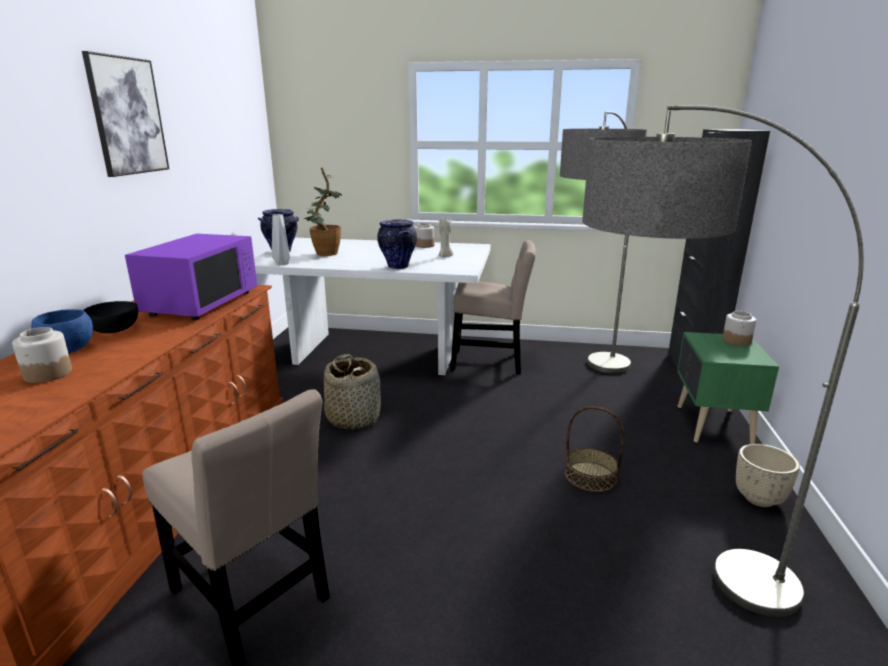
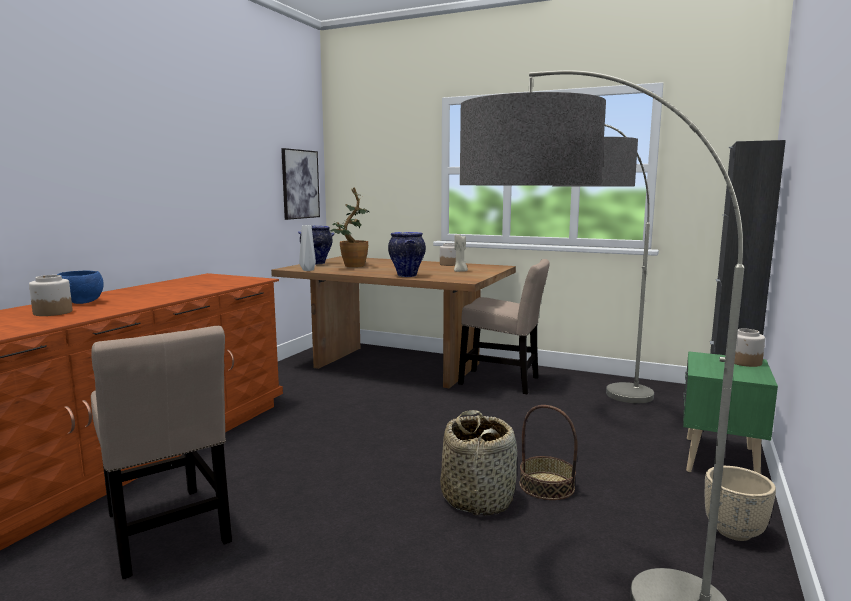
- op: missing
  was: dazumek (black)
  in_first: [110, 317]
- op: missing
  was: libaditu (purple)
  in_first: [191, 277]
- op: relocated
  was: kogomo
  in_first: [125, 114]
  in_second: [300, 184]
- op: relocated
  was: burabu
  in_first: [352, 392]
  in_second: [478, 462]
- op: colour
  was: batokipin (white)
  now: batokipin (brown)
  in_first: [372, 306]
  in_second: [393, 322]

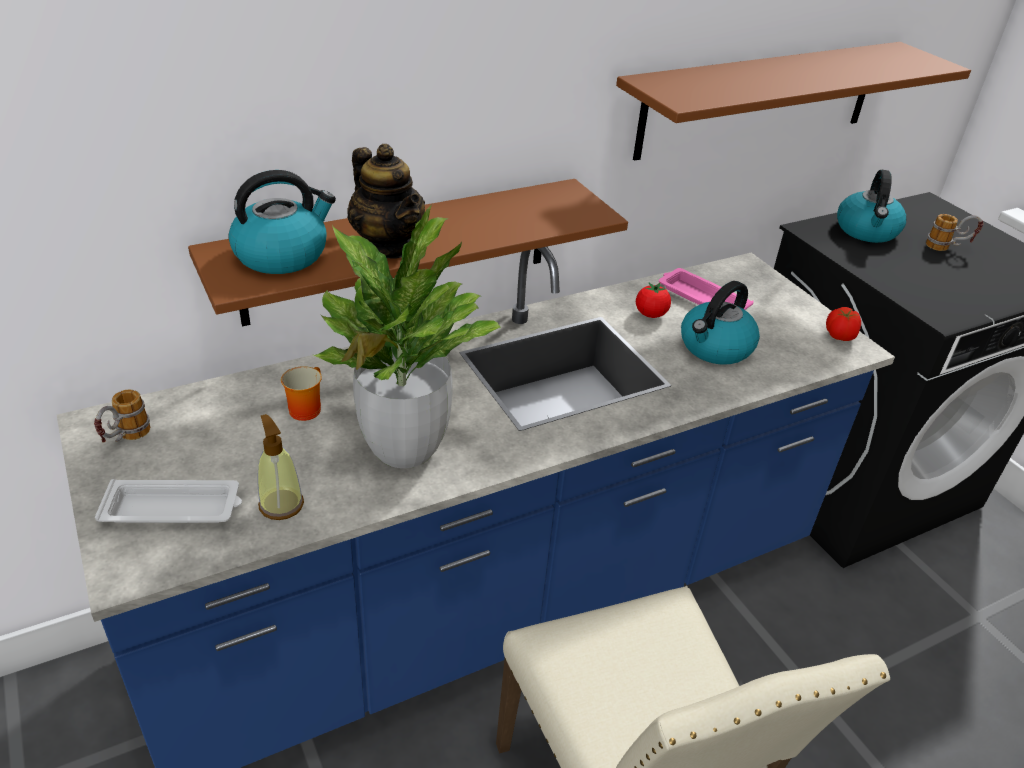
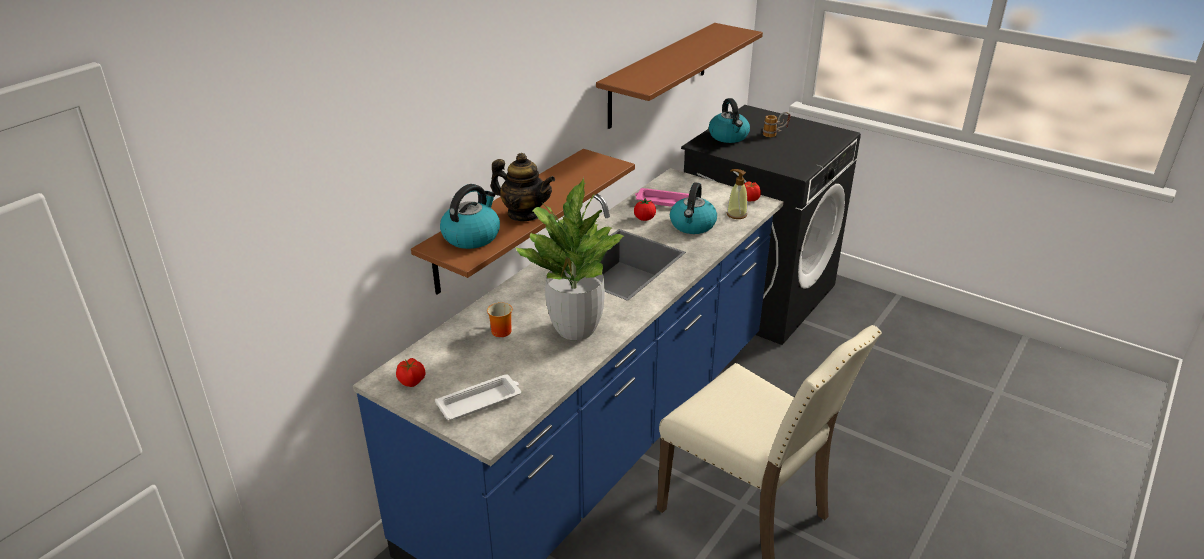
- op: relocated
  was: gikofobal
  in_first: [281, 467]
  in_second: [737, 194]
- op: exchanged
  was: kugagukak
  now: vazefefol
  in_first: [122, 416]
  in_second: [411, 372]

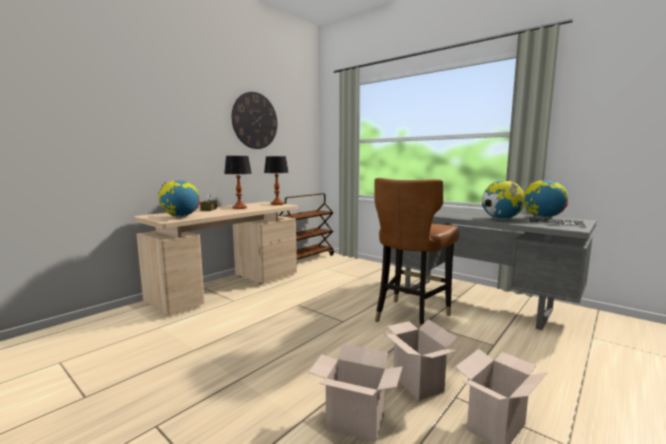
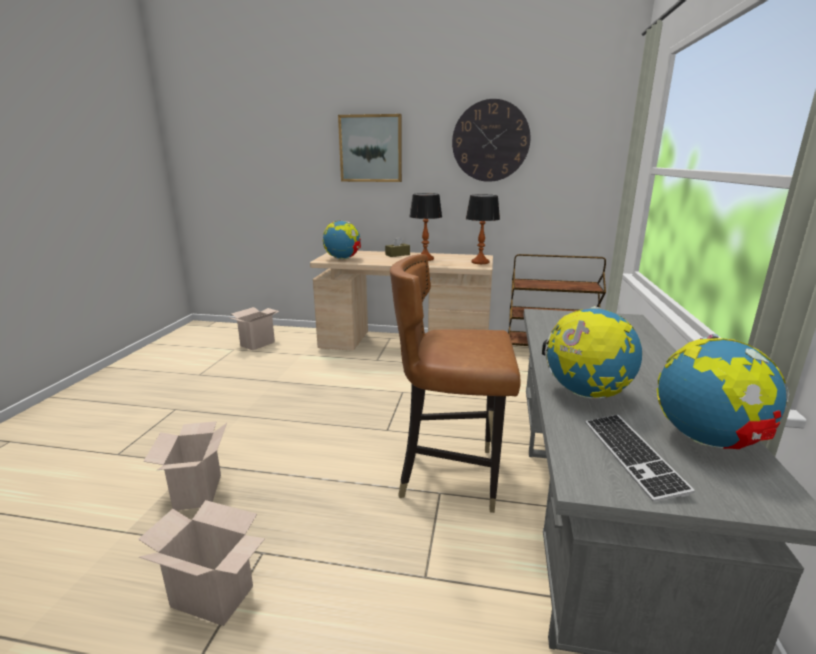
- op: appeared
  now: kogomo
  in_second: [370, 148]
- op: relocated
  was: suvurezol
  in_first: [420, 359]
  in_second: [254, 329]

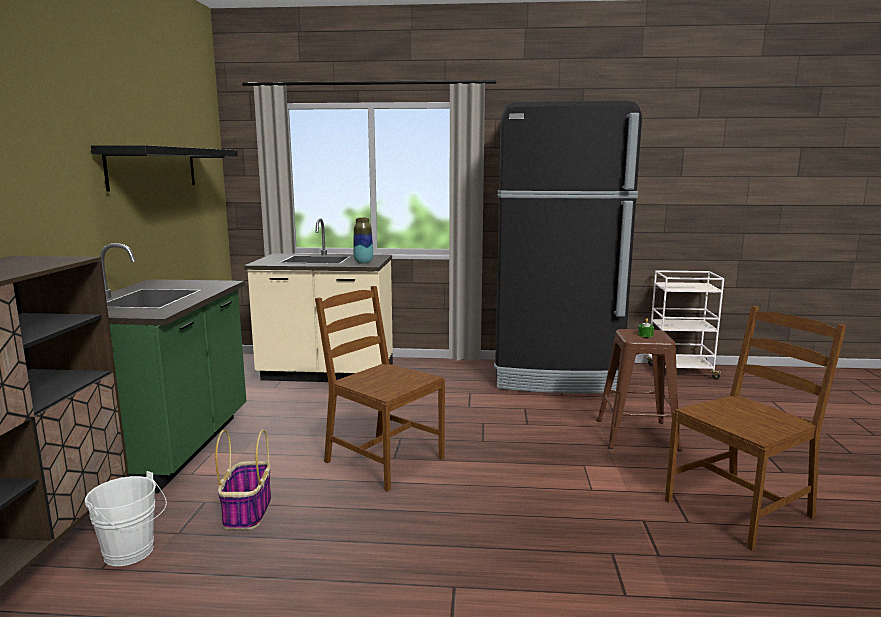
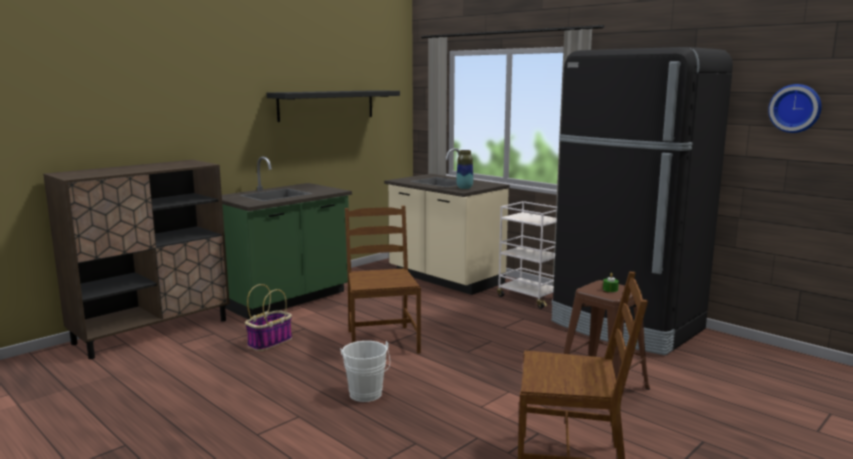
- op: appeared
  now: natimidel
  in_second: [795, 108]
- op: relocated
  was: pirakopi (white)
  in_first: [126, 518]
  in_second: [365, 371]
- op: relocated
  was: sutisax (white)
  in_first: [685, 324]
  in_second: [527, 255]

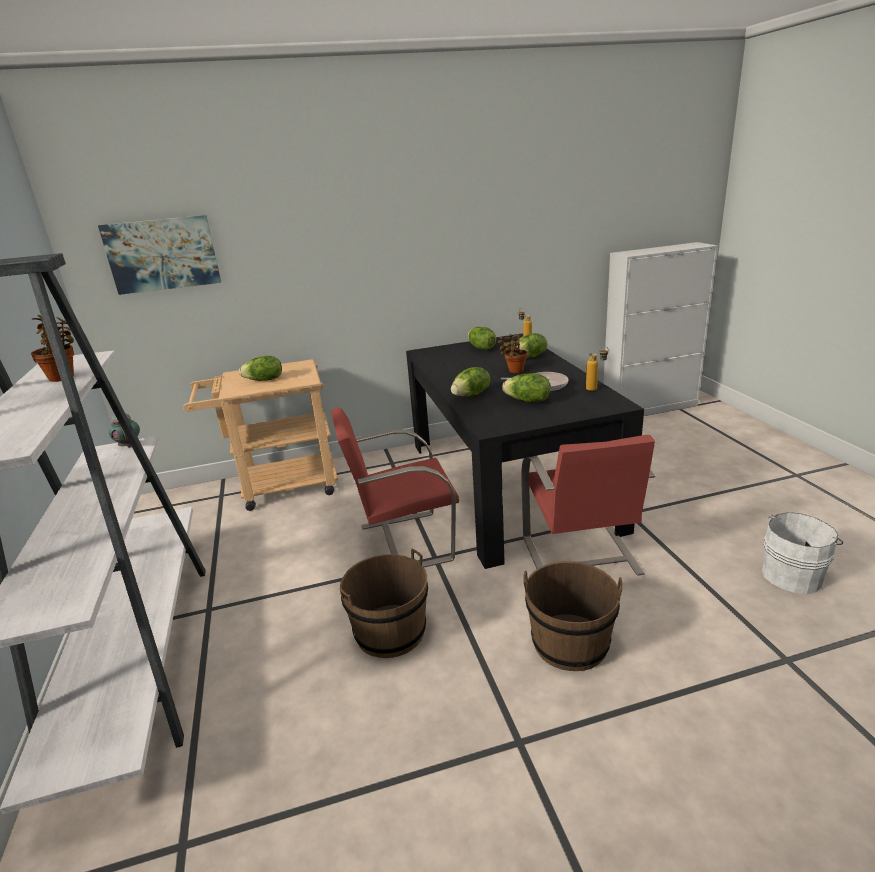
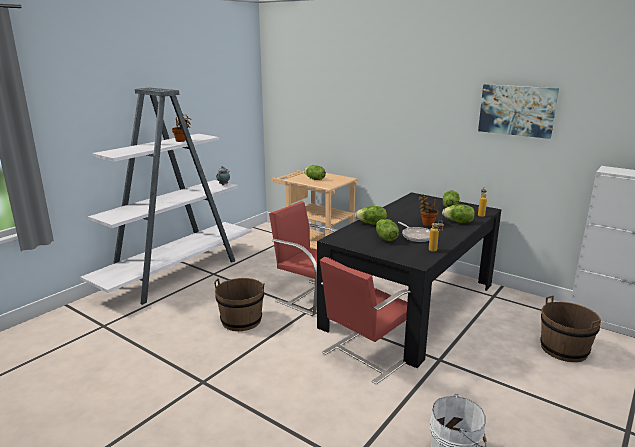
- op: relocated
  was: kogomo
  in_first: [159, 255]
  in_second: [518, 111]
- op: relocated
  was: pirakopi (brown)
  in_first: [573, 616]
  in_second: [570, 328]

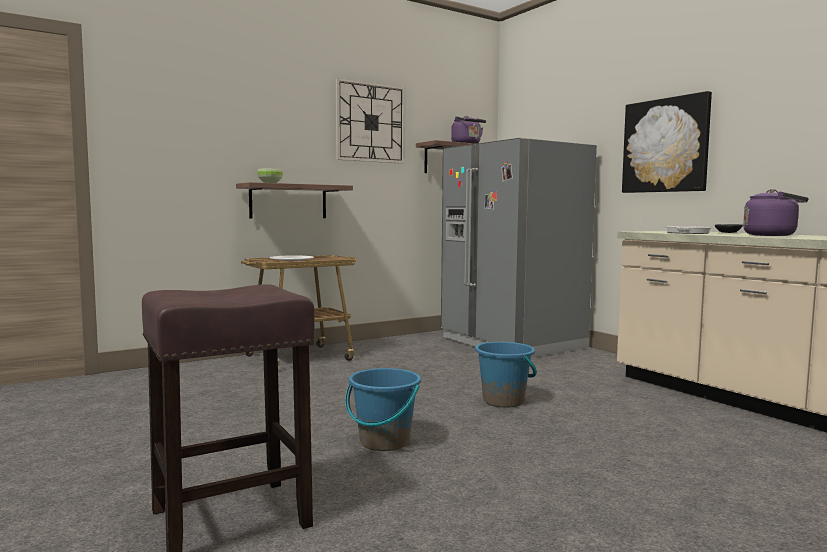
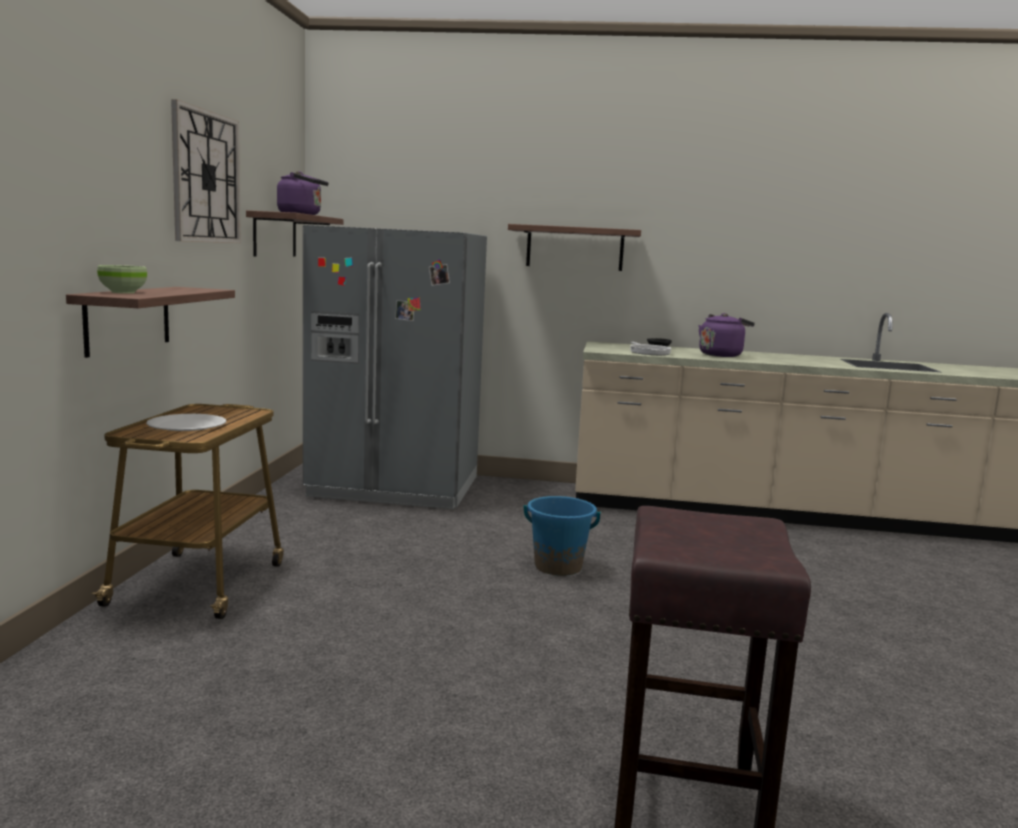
- op: missing
  was: pirakopi (blue)
  in_first: [383, 409]
- op: exchanged
  was: kogomo
  now: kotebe
  in_first: [667, 142]
  in_second: [574, 247]

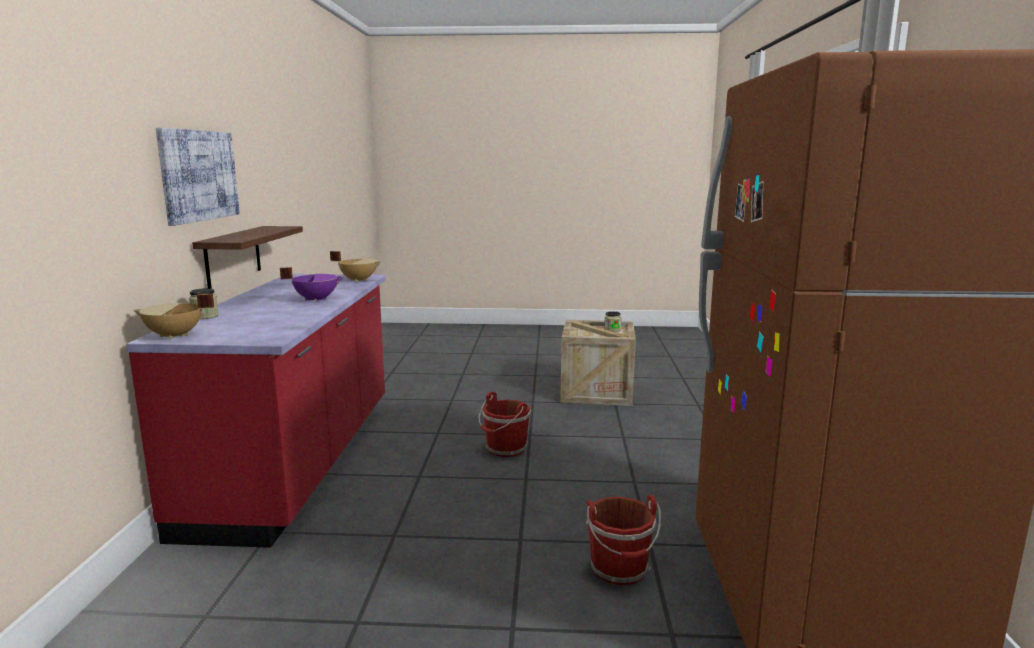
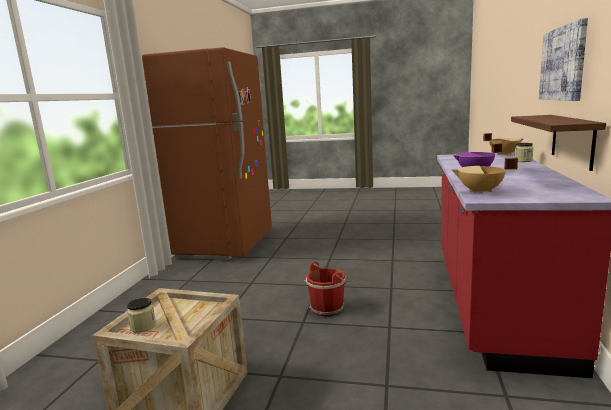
- op: missing
  was: pirakopi (red)
  in_first: [623, 540]

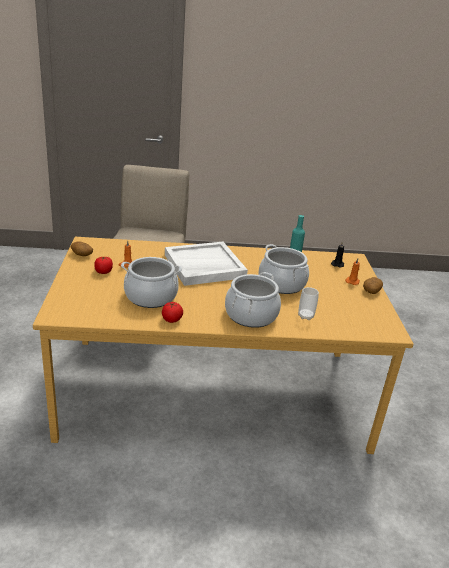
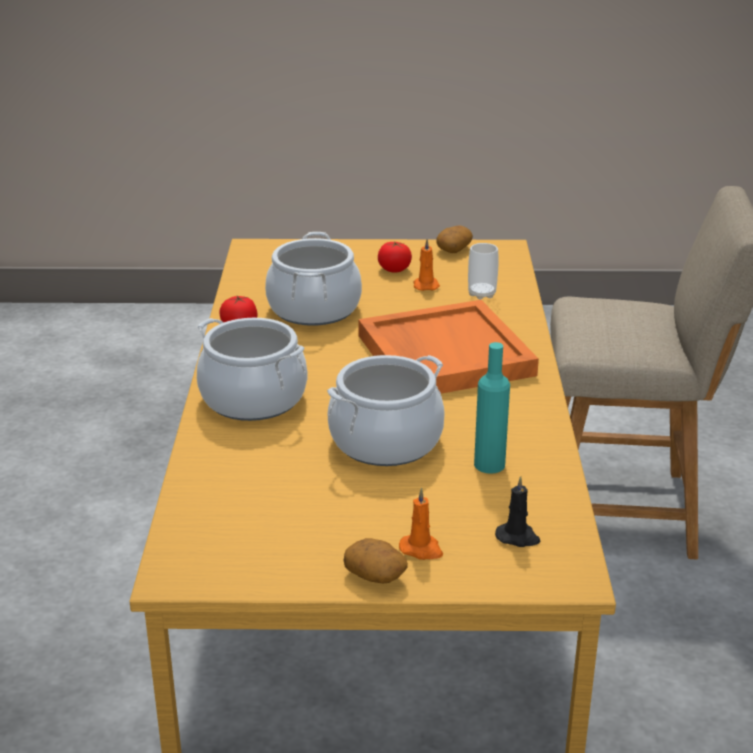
- op: relocated
  was: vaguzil
  in_first: [308, 303]
  in_second: [483, 271]
- op: colour
  was: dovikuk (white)
  now: dovikuk (orange)
  in_first: [206, 264]
  in_second: [448, 347]

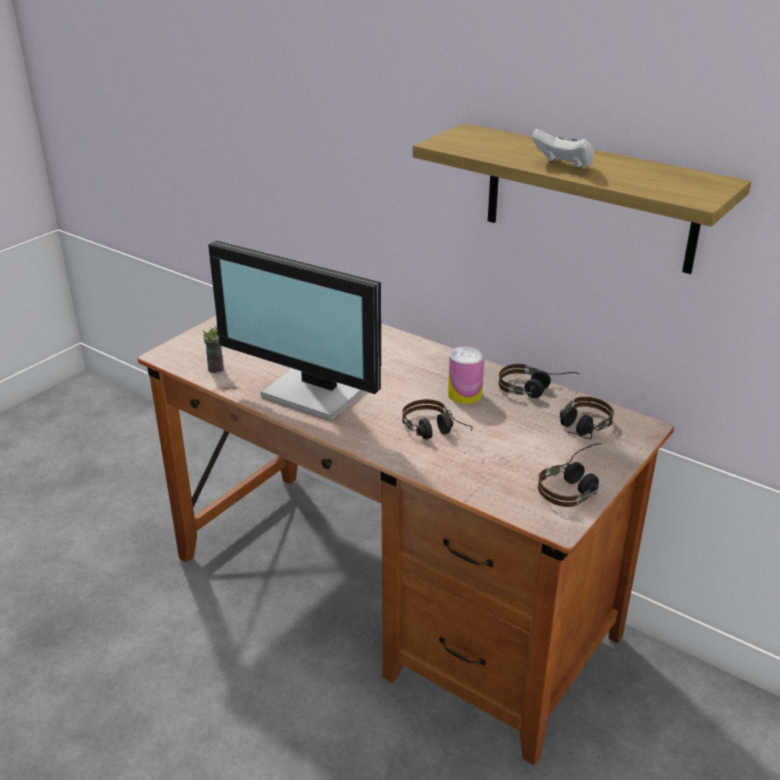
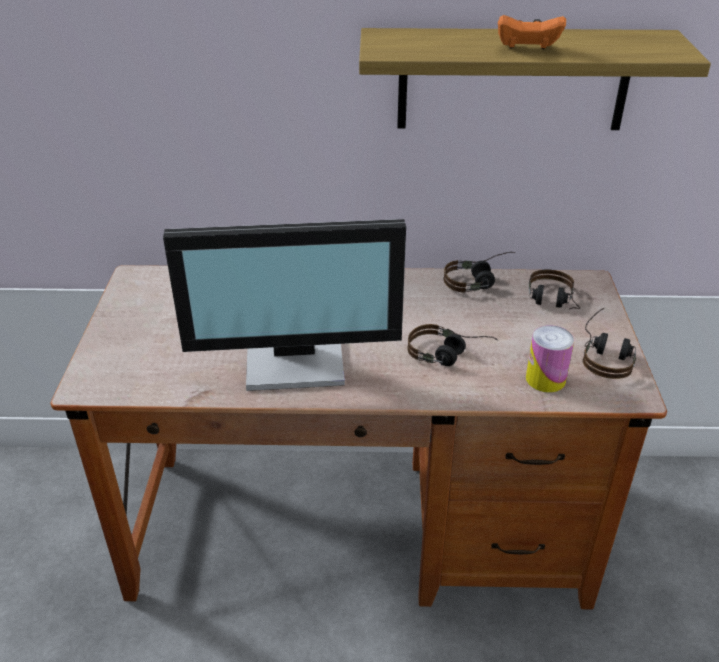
- op: missing
  was: vaguzil
  in_first: [213, 349]
- op: relocated
  was: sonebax
  in_first: [466, 375]
  in_second: [550, 358]
- op: colour
  was: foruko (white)
  now: foruko (orange)
  in_first: [562, 148]
  in_second: [532, 32]

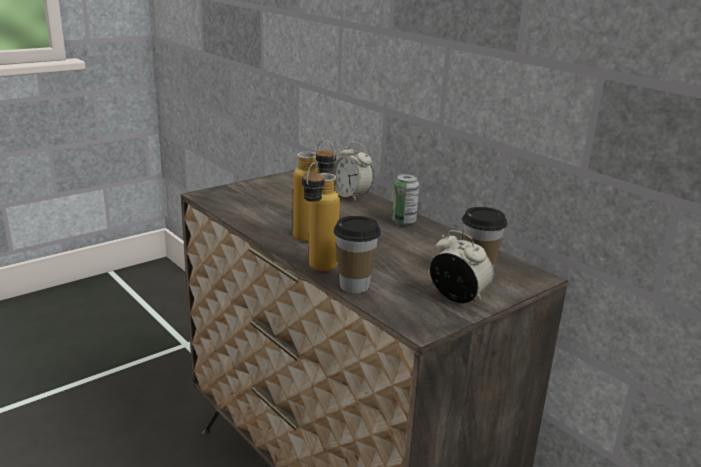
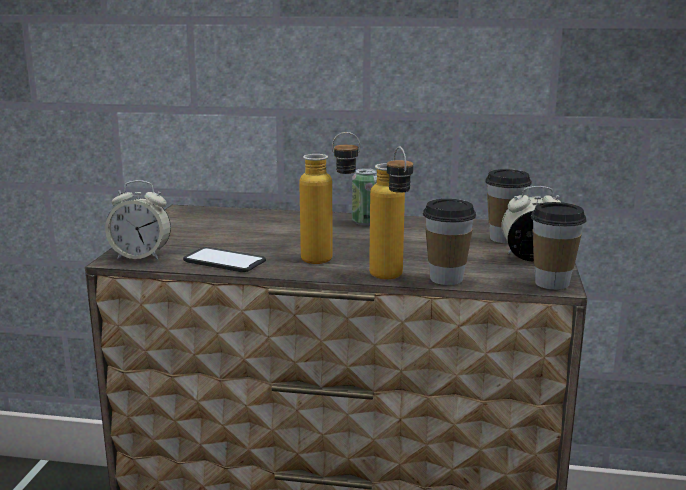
- op: appeared
  now: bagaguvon
  in_second: [224, 259]
- op: appeared
  now: vaguzil
  in_second: [558, 246]
- op: relocated
  was: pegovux
  in_first: [353, 171]
  in_second: [138, 220]

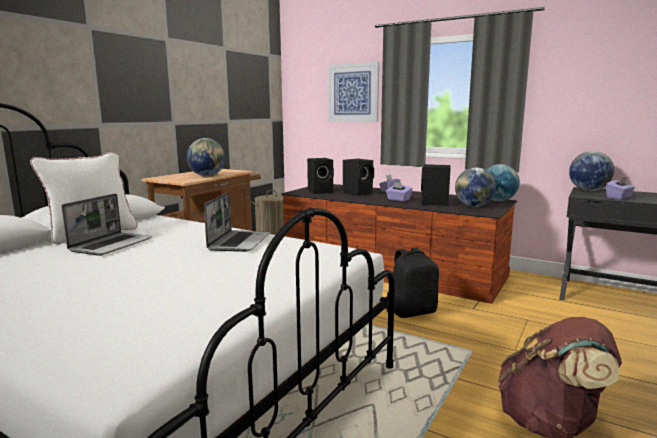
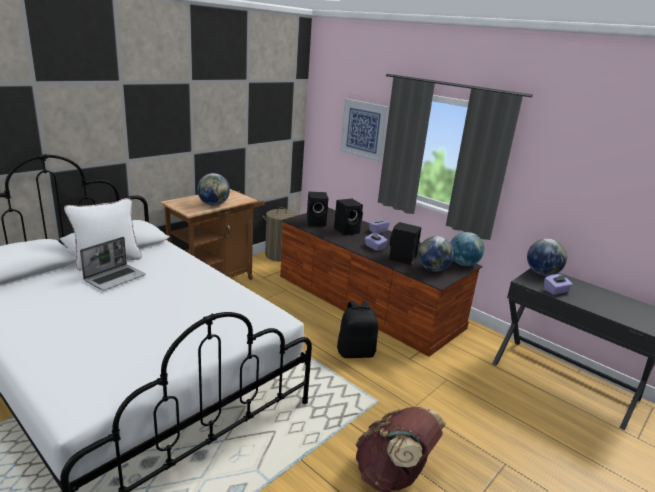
- op: missing
  was: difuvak
  in_first: [237, 222]

